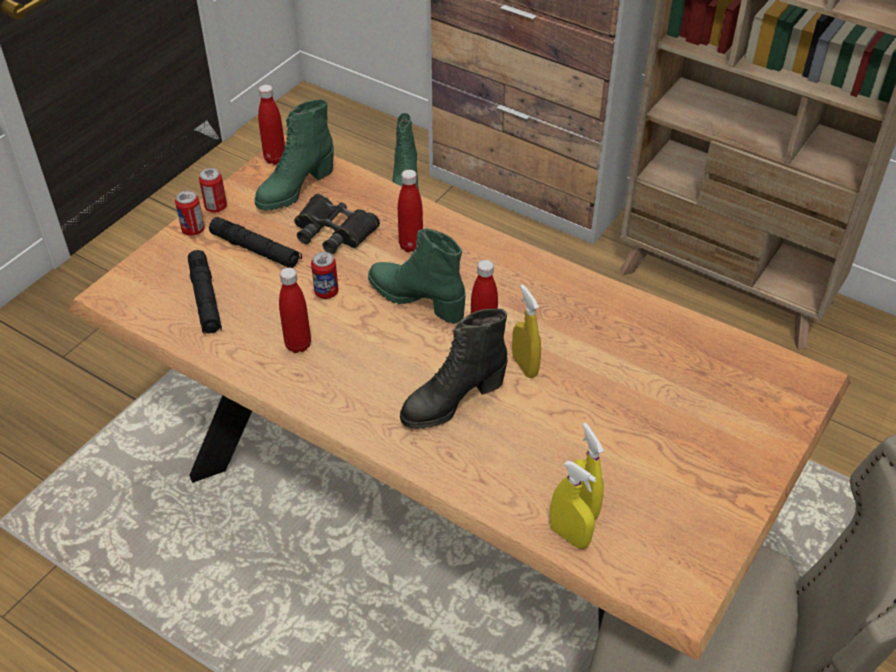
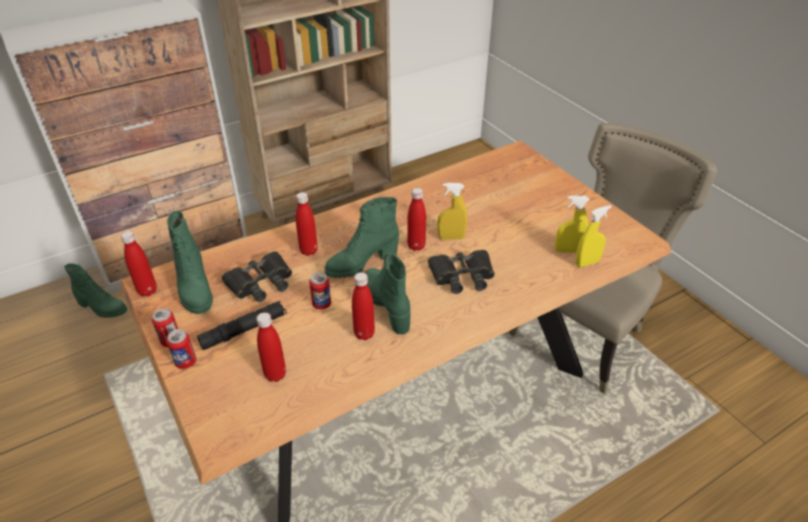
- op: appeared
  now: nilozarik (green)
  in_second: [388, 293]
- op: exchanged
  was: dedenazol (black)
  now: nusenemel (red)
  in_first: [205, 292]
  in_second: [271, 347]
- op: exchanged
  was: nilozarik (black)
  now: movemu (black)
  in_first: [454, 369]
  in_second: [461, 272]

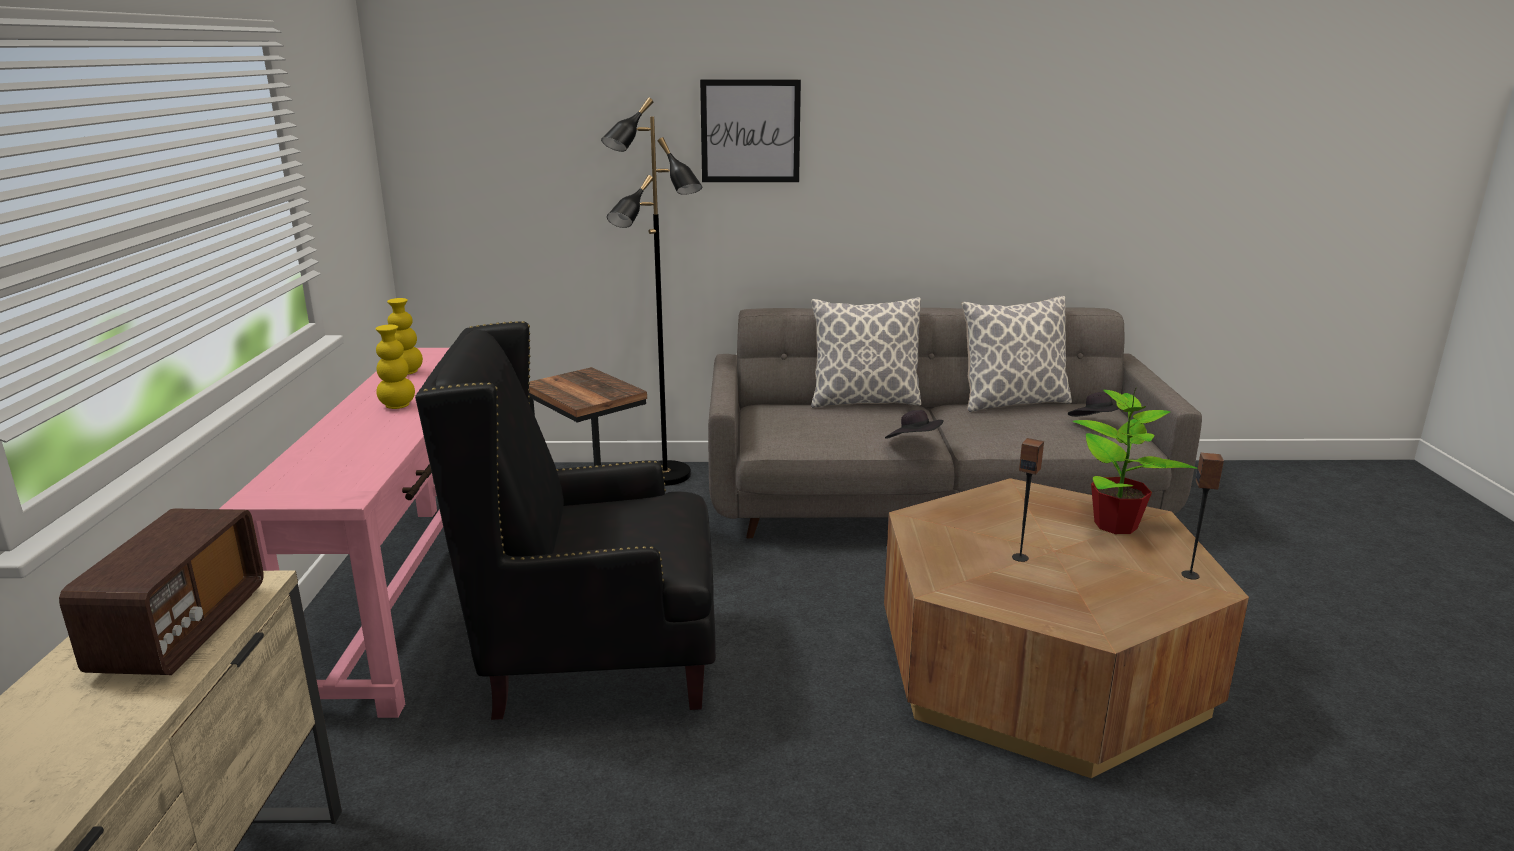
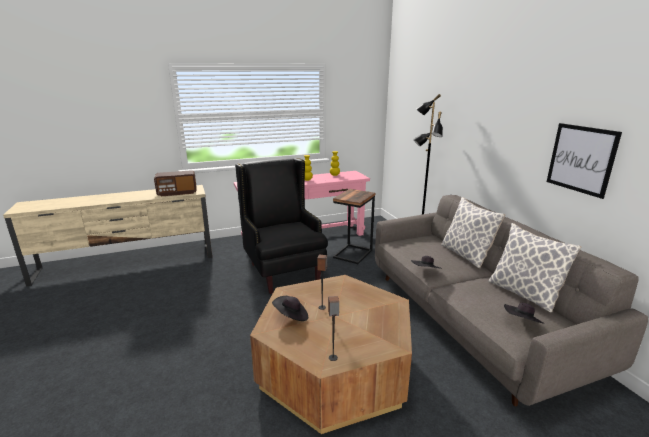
- op: missing
  was: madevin
  in_first: [1135, 460]
- op: appeared
  now: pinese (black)
  in_second: [290, 308]
- op: relocated
  was: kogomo
  in_first: [750, 130]
  in_second: [584, 161]

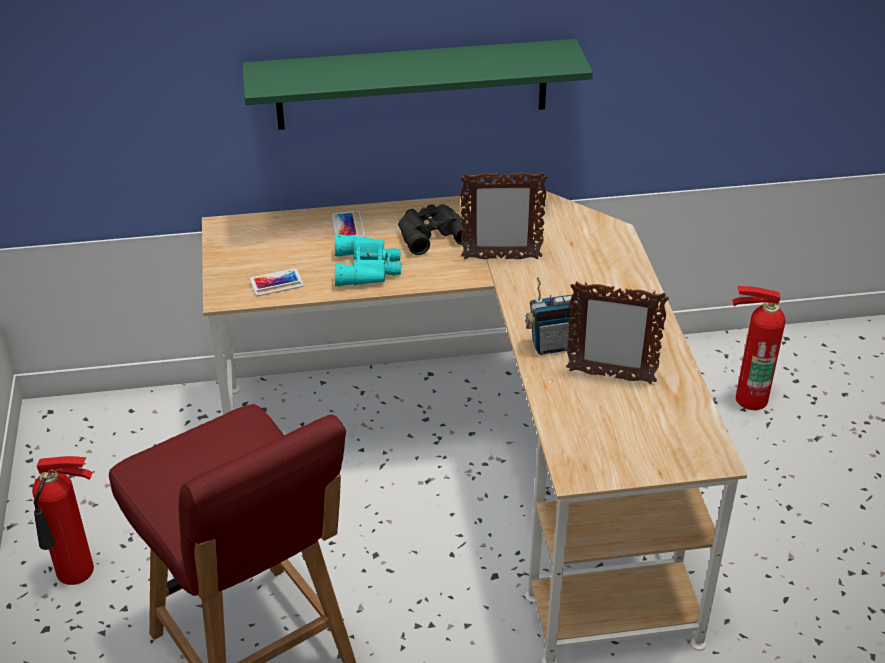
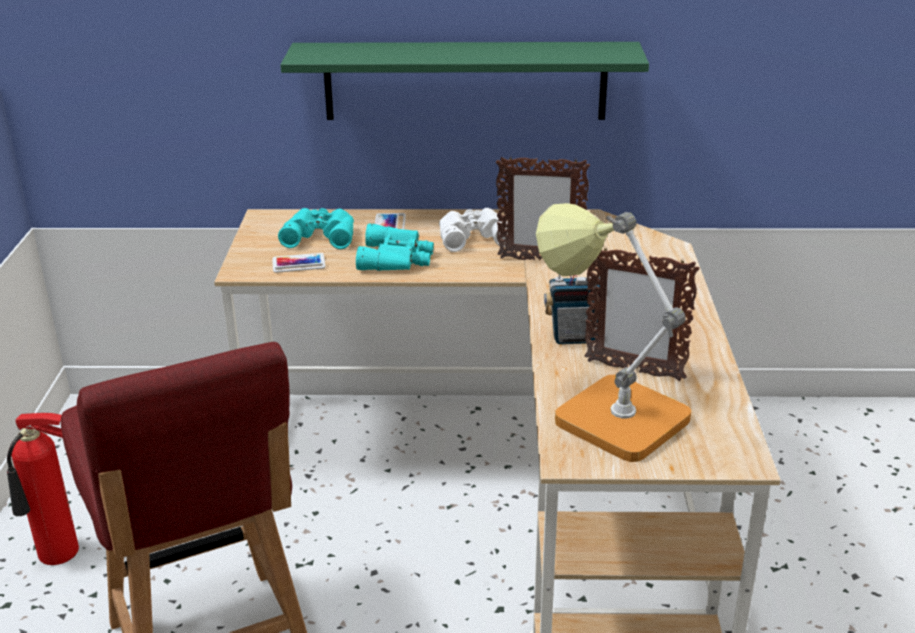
- op: missing
  was: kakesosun
  in_first: [759, 348]
- op: appeared
  now: movemu (turquoise)
  in_second: [316, 228]
- op: appeared
  now: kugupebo
  in_second: [613, 332]
- op: colour
  was: movemu (black)
  now: movemu (white)
  in_first: [434, 229]
  in_second: [473, 230]

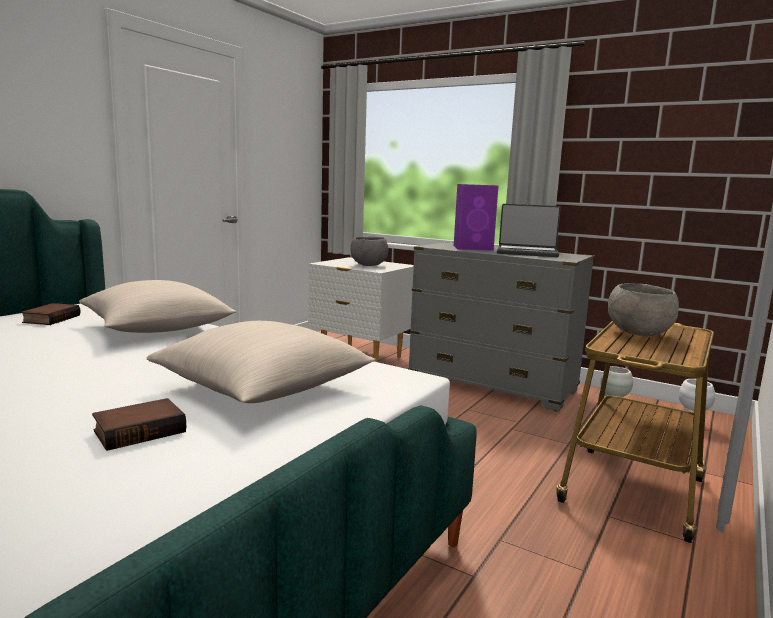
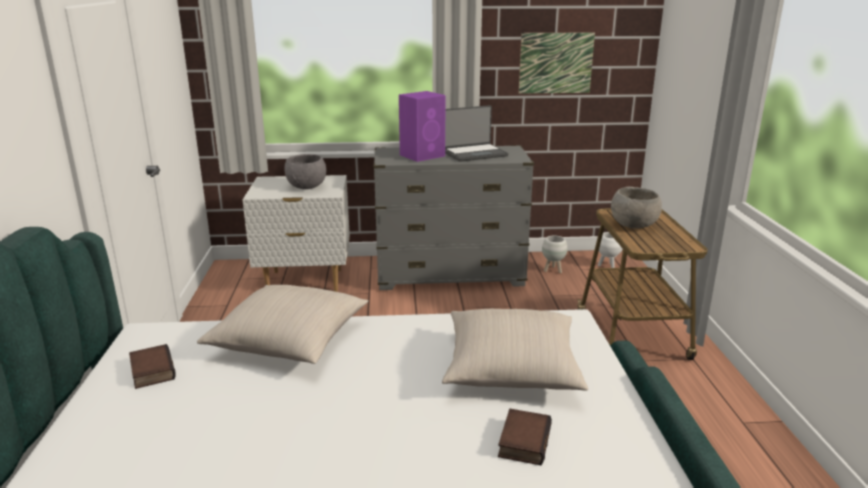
- op: appeared
  now: kogomo
  in_second: [557, 63]

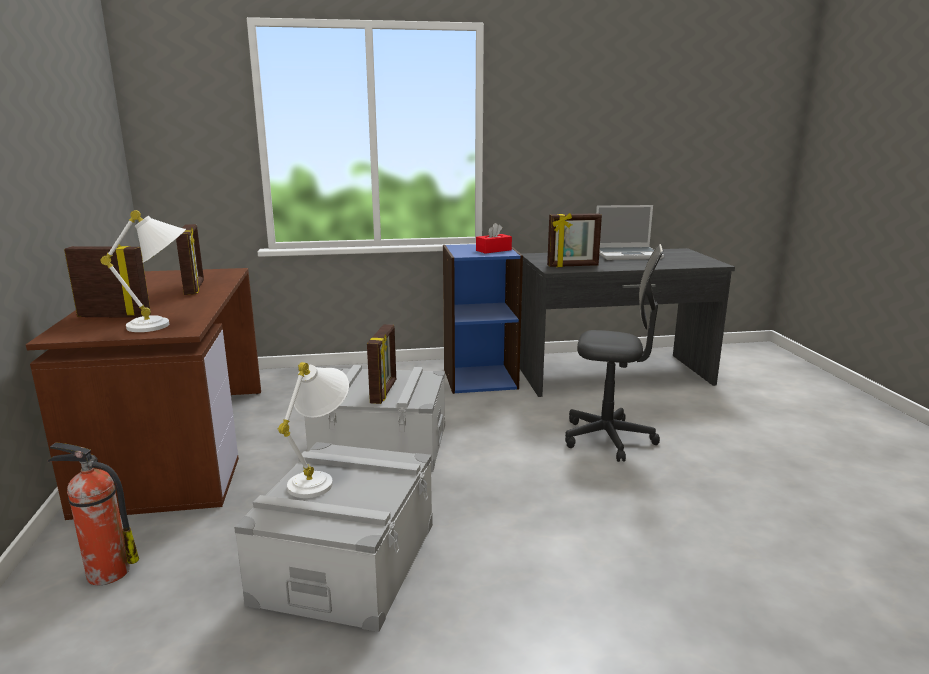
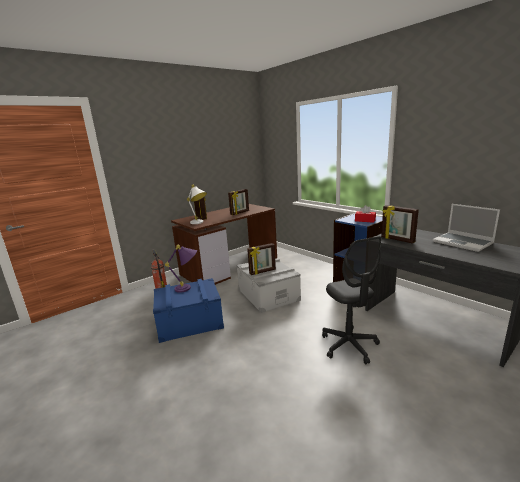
- op: colour
  was: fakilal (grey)
  now: fakilal (blue)
  in_first: [333, 537]
  in_second: [188, 310]
- op: colour
  was: kugupebo (white)
  now: kugupebo (purple)
  in_first: [313, 430]
  in_second: [181, 269]

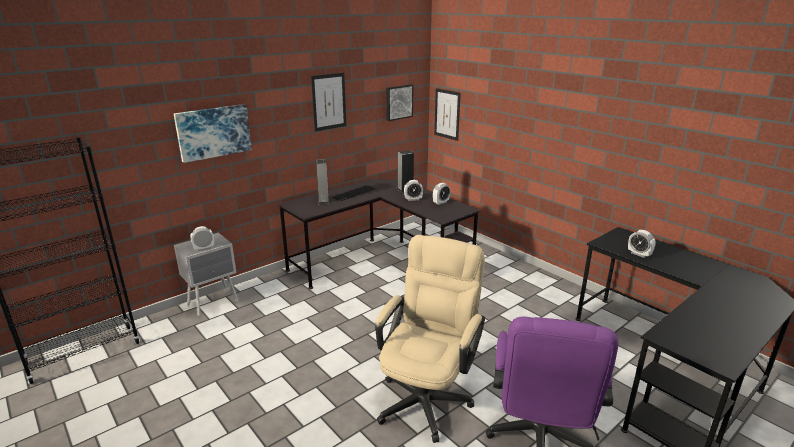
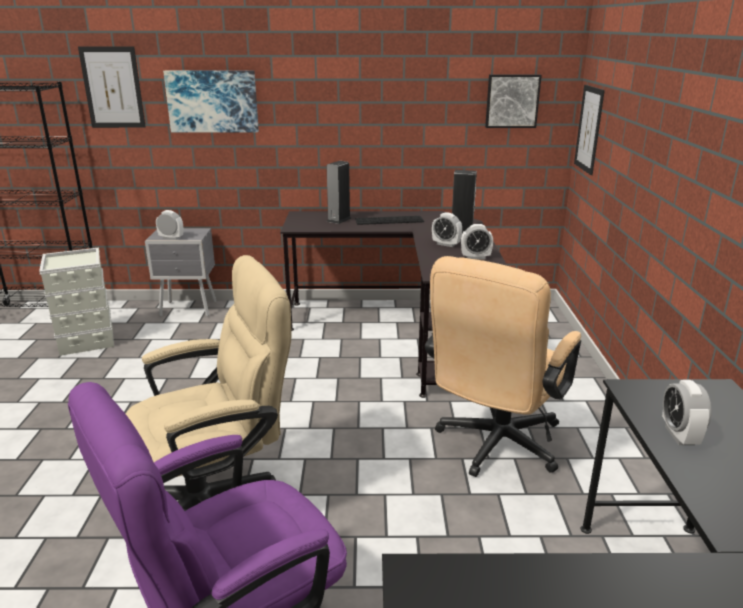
- op: appeared
  now: fakilal (grey)
  in_second: [76, 302]
- op: appeared
  now: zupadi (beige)
  in_second: [503, 366]
- op: relocated
  was: kogomo
  in_first: [328, 102]
  in_second: [112, 87]

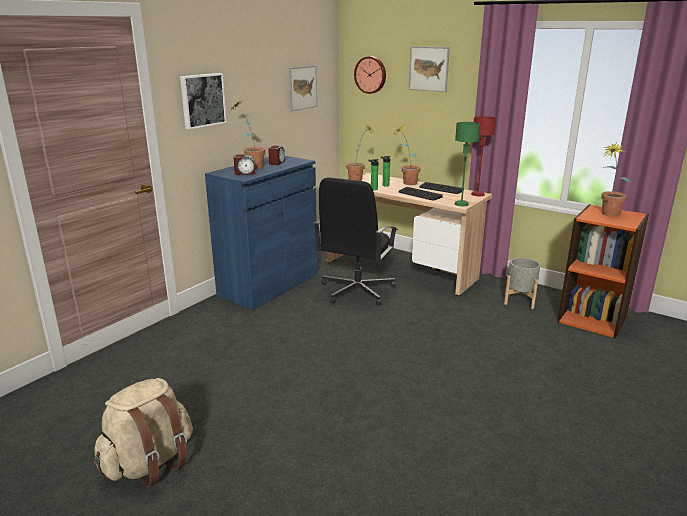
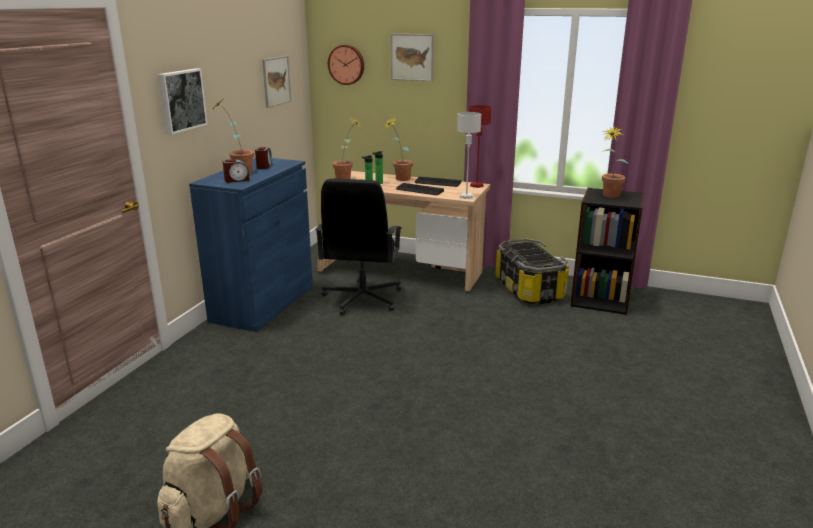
- op: exchanged
  was: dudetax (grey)
  now: fakilal
  in_first: [522, 283]
  in_second: [532, 271]
- op: colour
  was: kugupebo (green)
  now: kugupebo (grey)
  in_first: [467, 164]
  in_second: [469, 155]
- op: colour
  was: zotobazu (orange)
  now: zotobazu (black)
  in_first: [603, 271]
  in_second: [607, 251]

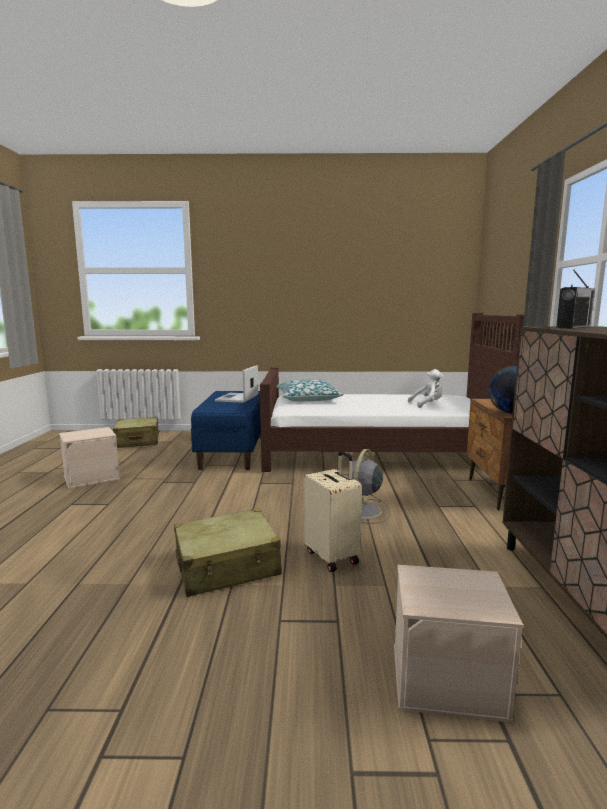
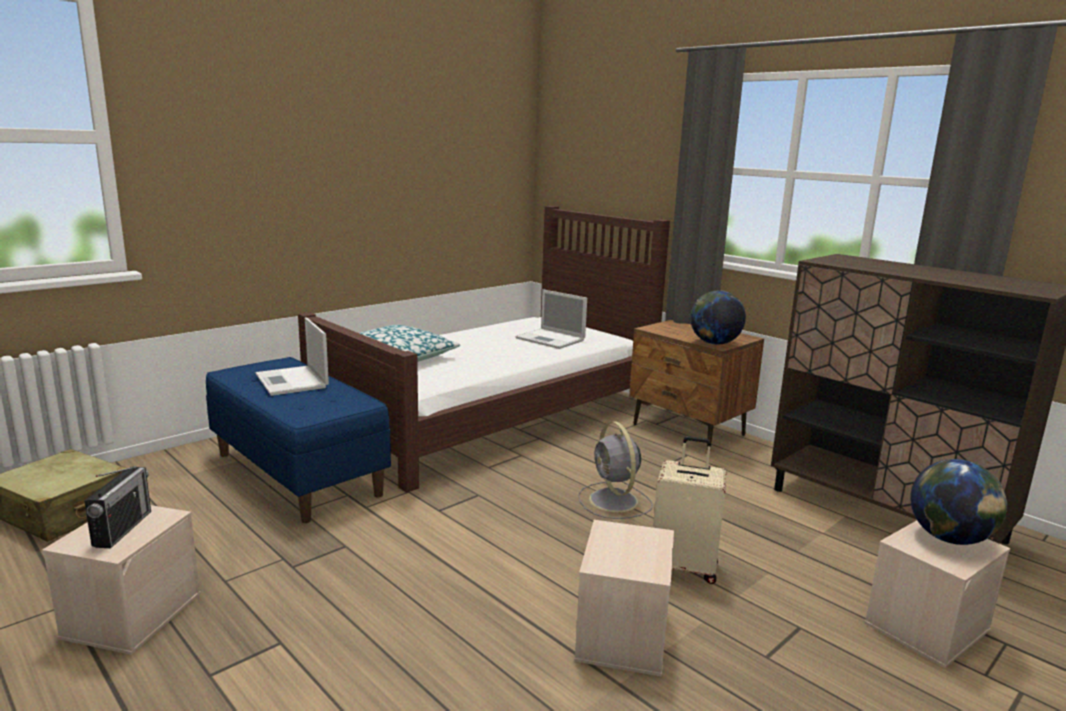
- op: appeared
  now: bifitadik
  in_second: [958, 502]
- op: relocated
  was: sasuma
  in_first: [575, 299]
  in_second: [117, 507]
- op: exchanged
  was: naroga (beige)
  now: fakilal (beige)
  in_first: [228, 552]
  in_second: [624, 598]
- op: exchanged
  was: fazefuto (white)
  now: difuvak
  in_first: [425, 388]
  in_second: [551, 319]

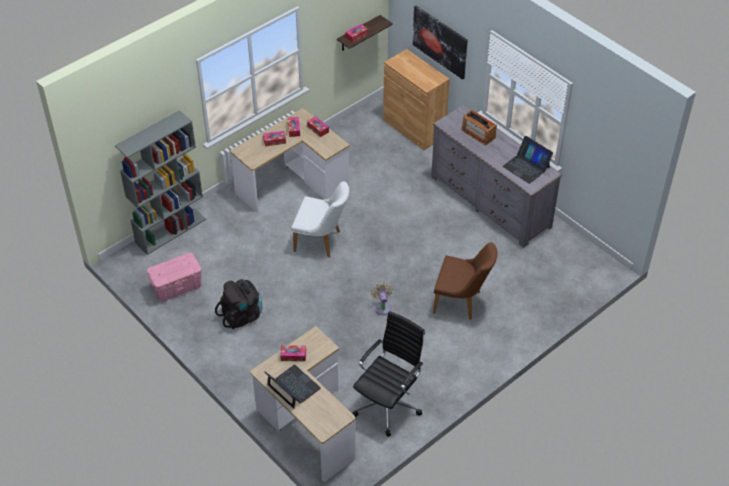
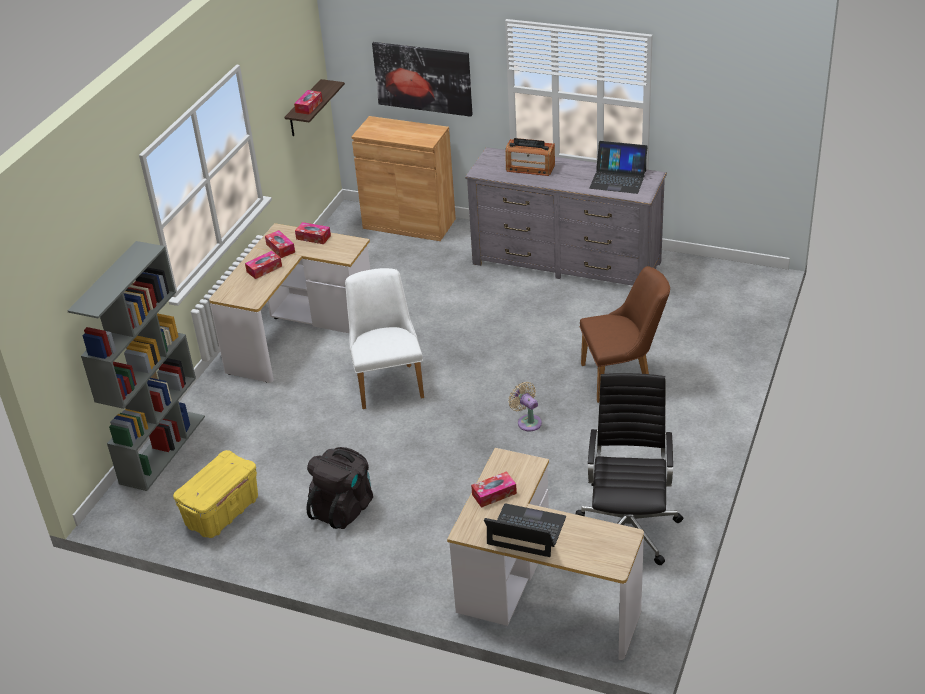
- op: colour
  was: fakilal (pink)
  now: fakilal (yellow)
  in_first: [174, 277]
  in_second: [215, 494]
- op: spun
  was: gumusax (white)
  in_first: [320, 219]
  in_second: [384, 338]
  clockwise: -90

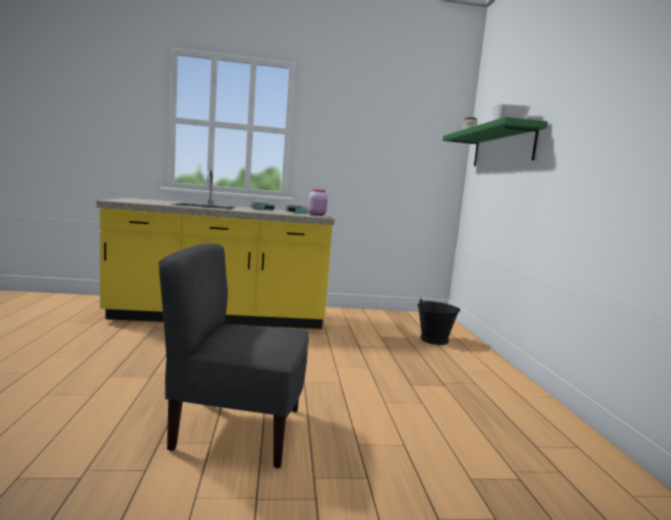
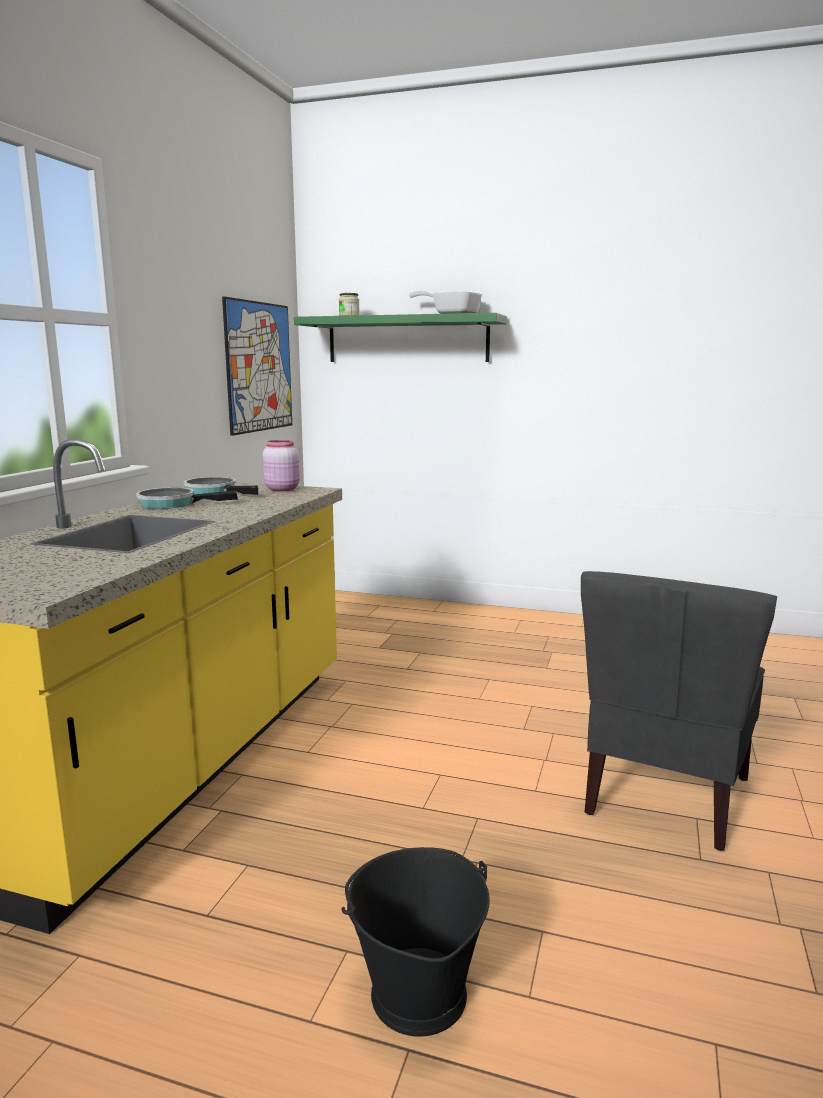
- op: appeared
  now: kogomo
  in_second: [257, 366]
- op: relocated
  was: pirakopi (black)
  in_first: [438, 321]
  in_second: [416, 942]

